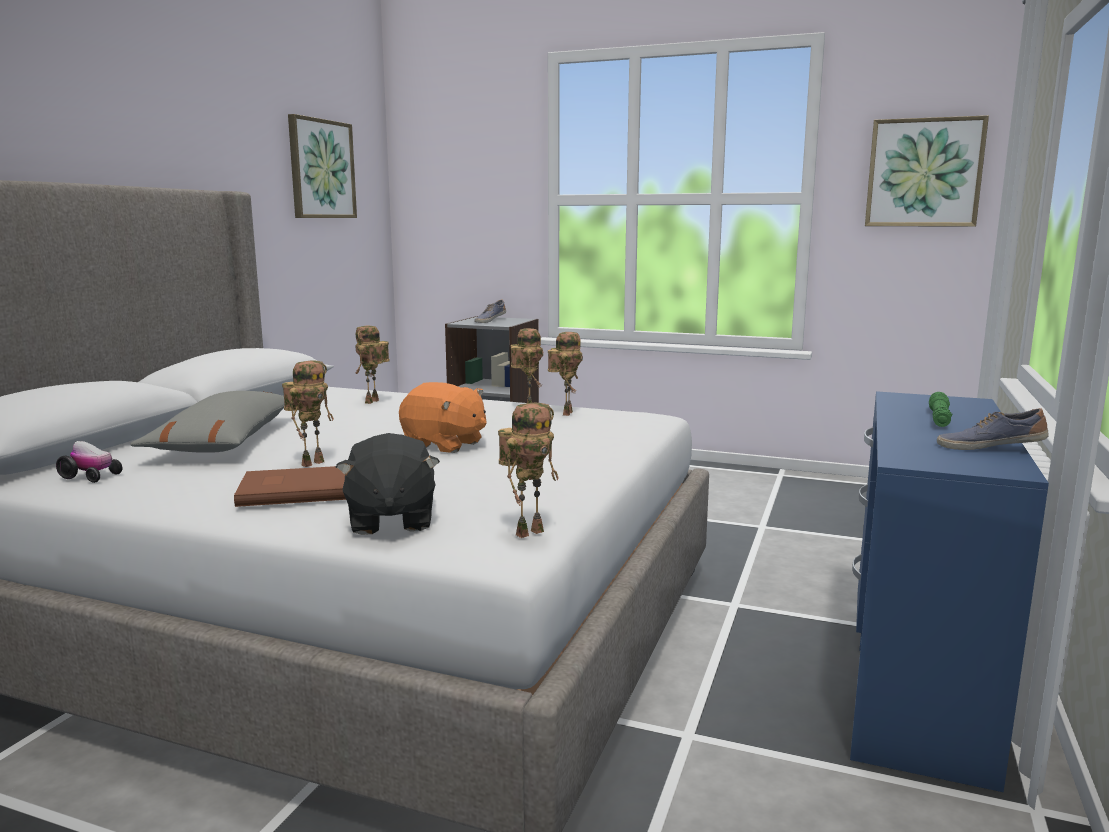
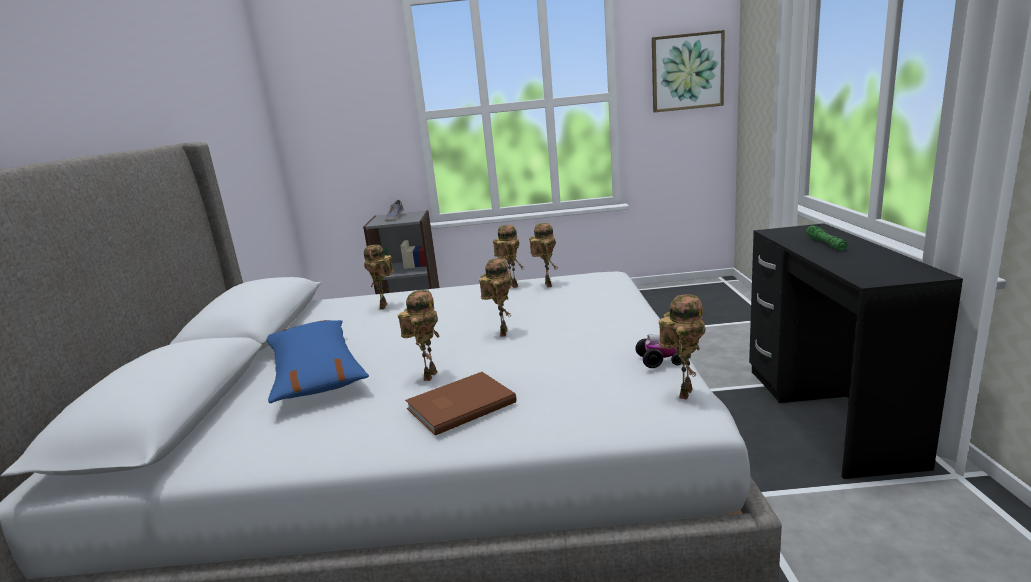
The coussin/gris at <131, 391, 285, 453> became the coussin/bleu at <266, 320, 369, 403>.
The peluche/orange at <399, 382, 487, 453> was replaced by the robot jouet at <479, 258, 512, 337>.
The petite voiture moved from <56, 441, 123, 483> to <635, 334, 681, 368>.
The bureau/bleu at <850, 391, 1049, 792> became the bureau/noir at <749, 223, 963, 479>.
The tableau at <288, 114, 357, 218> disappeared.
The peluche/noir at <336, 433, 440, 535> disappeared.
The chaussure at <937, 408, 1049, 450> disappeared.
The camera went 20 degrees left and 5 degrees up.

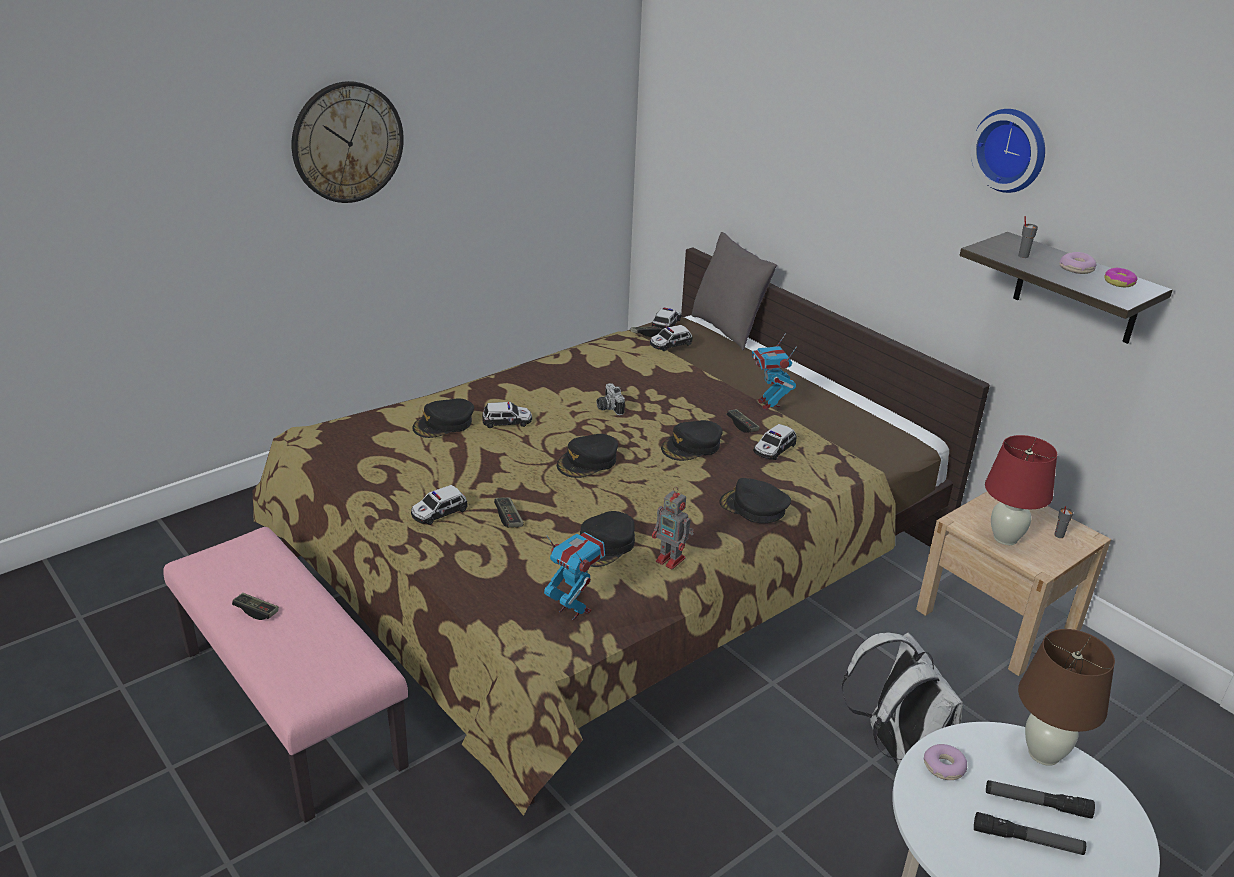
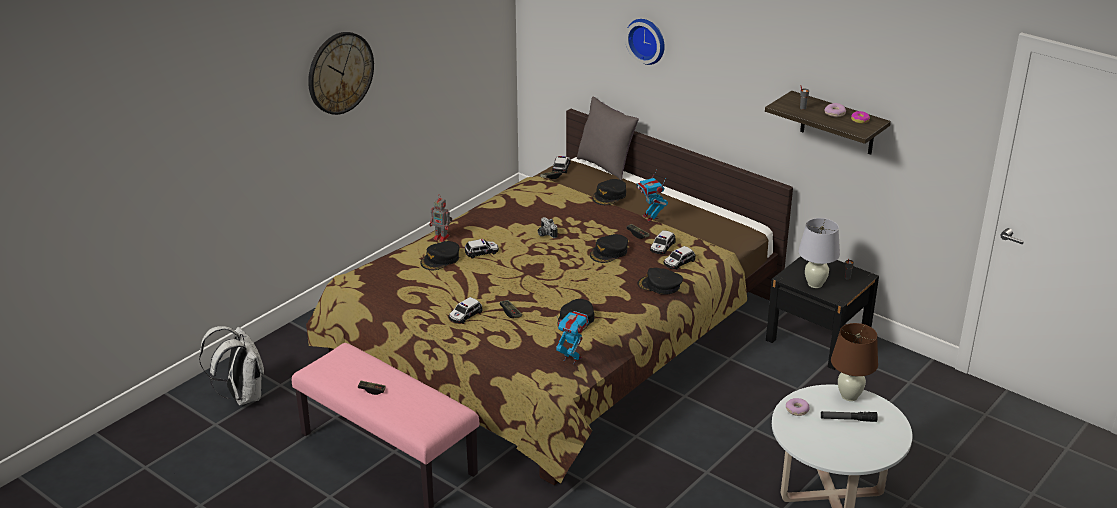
The sac à dos/blanc moved from <842, 632, 963, 765> to <199, 326, 264, 405>.
The robot jouet moved from <652, 487, 694, 569> to <429, 194, 452, 242>.
The casquette/noir moved from <557, 434, 618, 478> to <592, 179, 626, 205>.
The horloge murale moved from <971, 109, 1045, 193> to <625, 19, 665, 65>.
The petite voiture moved from <650, 325, 693, 351> to <663, 246, 695, 270>.
The table de chevet/beige at <916, 492, 1111, 676> became the table de chevet/noir at <766, 256, 879, 370>.
The lampe de table/rouge at <985, 435, 1057, 545> became the lampe de table/blanc at <798, 218, 840, 288>.
The lampe de poche at <974, 812, 1086, 855> disappeared.
The camera went 10 degrees left and 0 degrees up.

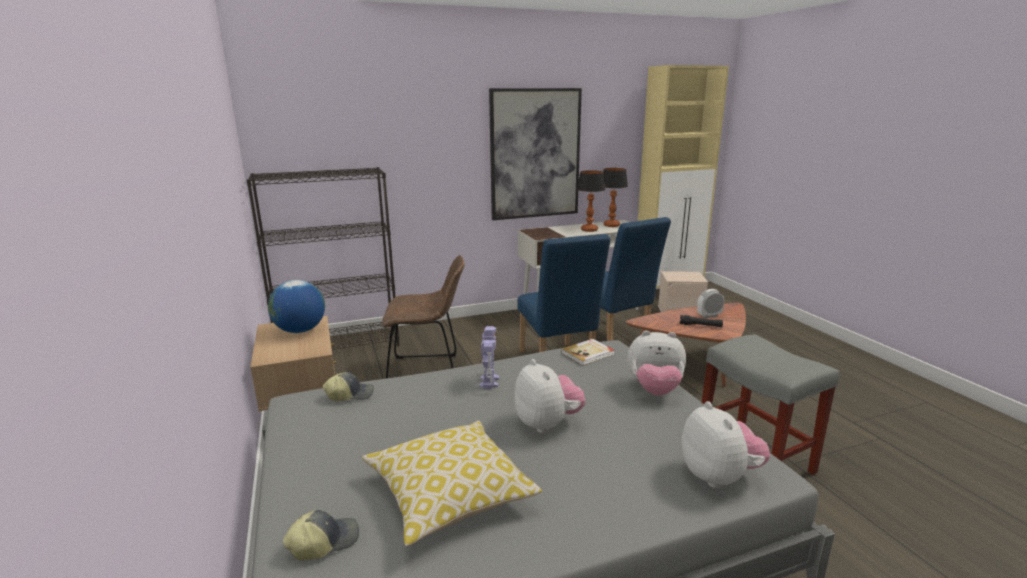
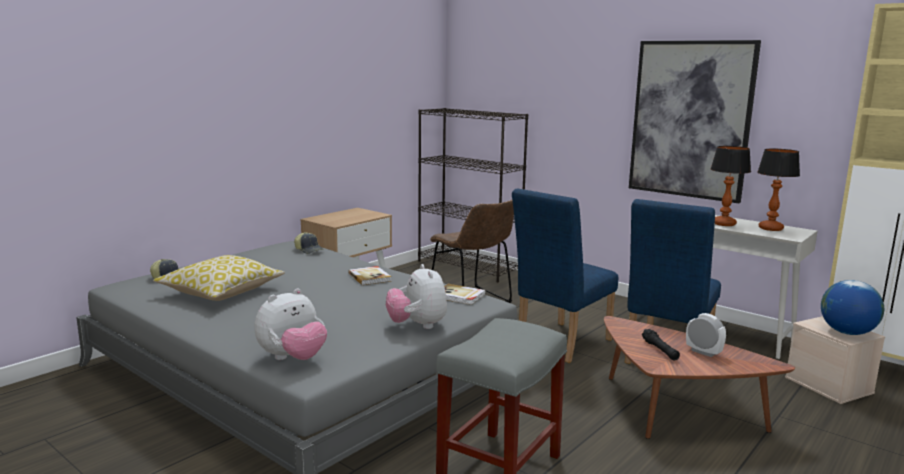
The robot jouet at <479, 326, 499, 389> was replaced by the livre at <348, 266, 392, 285>.
The globe moved from <268, 280, 325, 333> to <821, 280, 884, 335>.
The peluche at <515, 359, 585, 433> disappeared.
The camera went 60 degrees right and 5 degrees down.

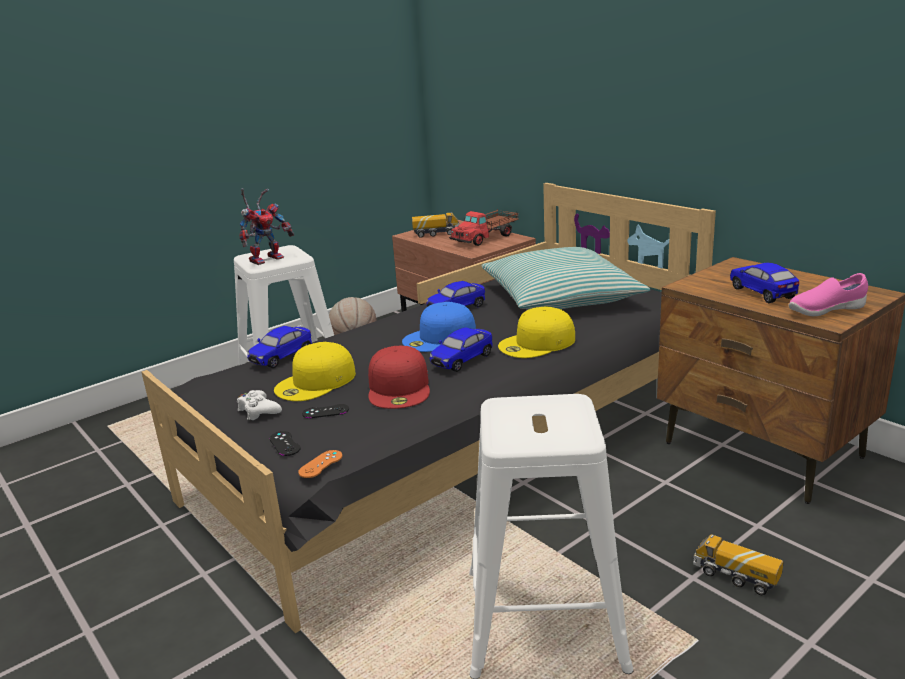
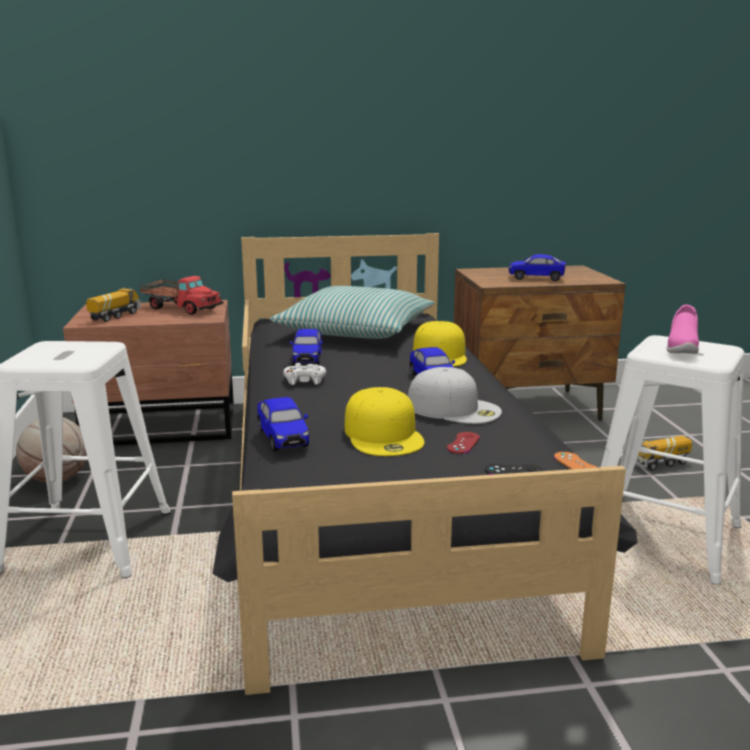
The camion jouet at <449, 210, 519, 246> turned 45 degrees counterclockwise.
The manette/blanc moved from <237, 390, 282, 420> to <283, 363, 326, 385>.
The casquette/rouge at <368, 346, 430, 409> became the casquette/blanc at <408, 367, 502, 424>.
The manette/noir at <302, 404, 349, 418> became the manette/rouge at <447, 432, 480, 454>.
The chaussure/rose moved from <788, 273, 868, 316> to <666, 305, 699, 354>.
The robot jouet at <240, 188, 294, 265> disappeared.
The casquette/bleu at <402, 302, 476, 352> disappeared.
The camera went 60 degrees left and 5 degrees down.

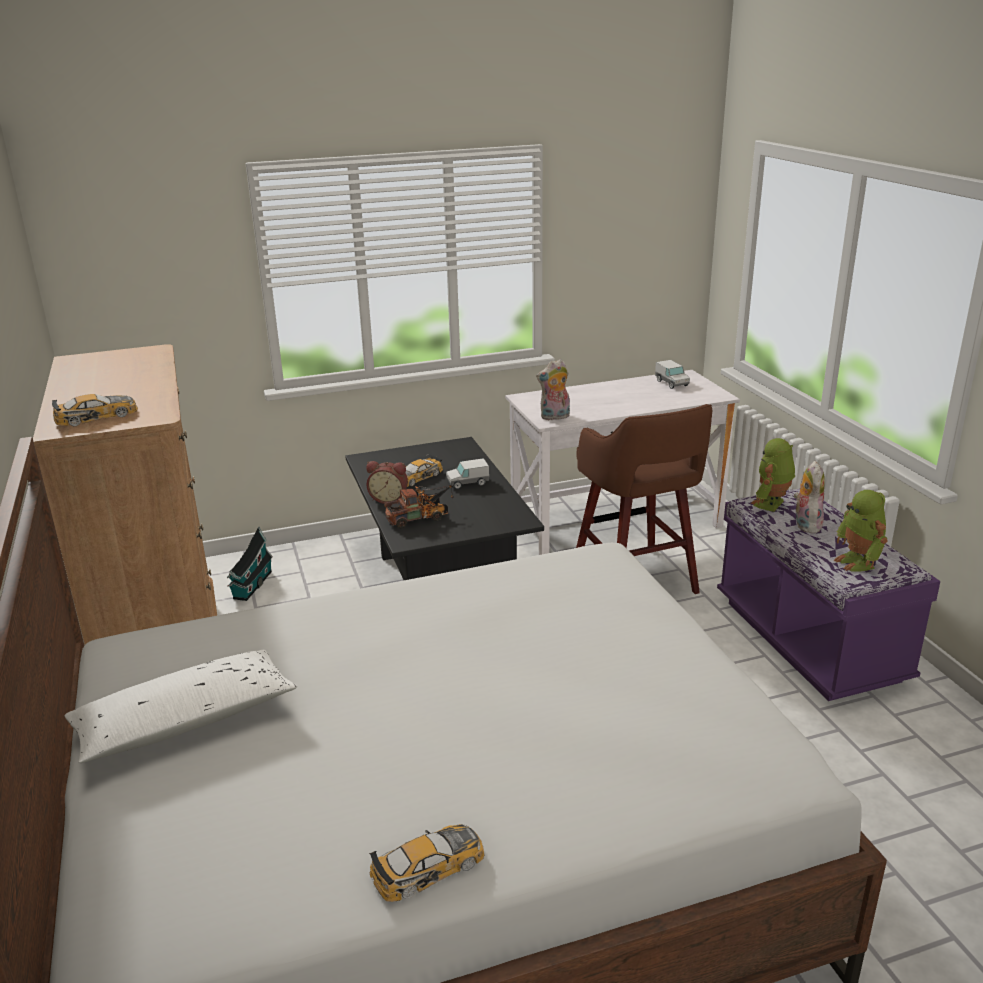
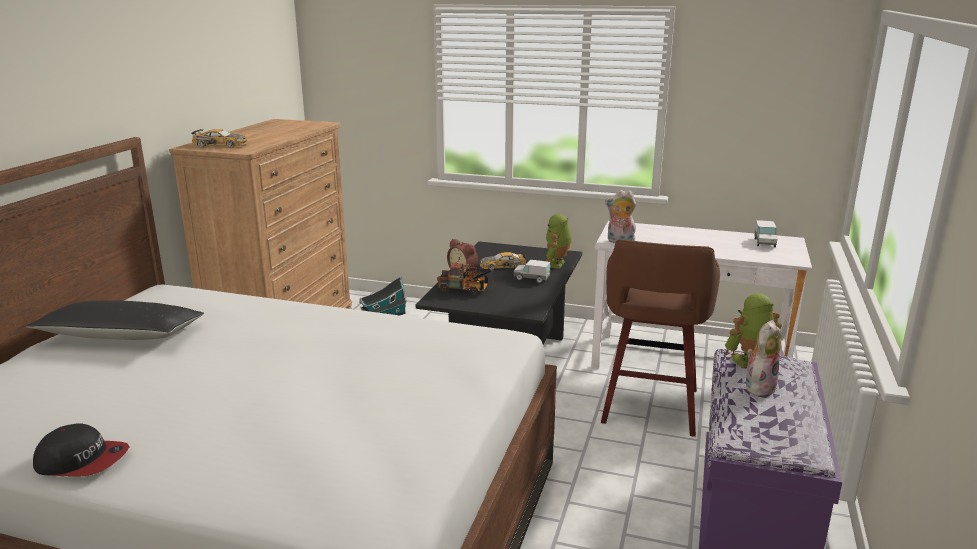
The coussin/blanc at <65, 650, 297, 763> became the coussin/noir at <26, 300, 204, 340>.
The petite voiture at <369, 824, 484, 902> was replaced by the casquette at <33, 423, 129, 477>.
The robot jouet moved from <834, 490, 887, 572> to <546, 214, 572, 269>.
The camera went 35 degrees right and 5 degrees down.

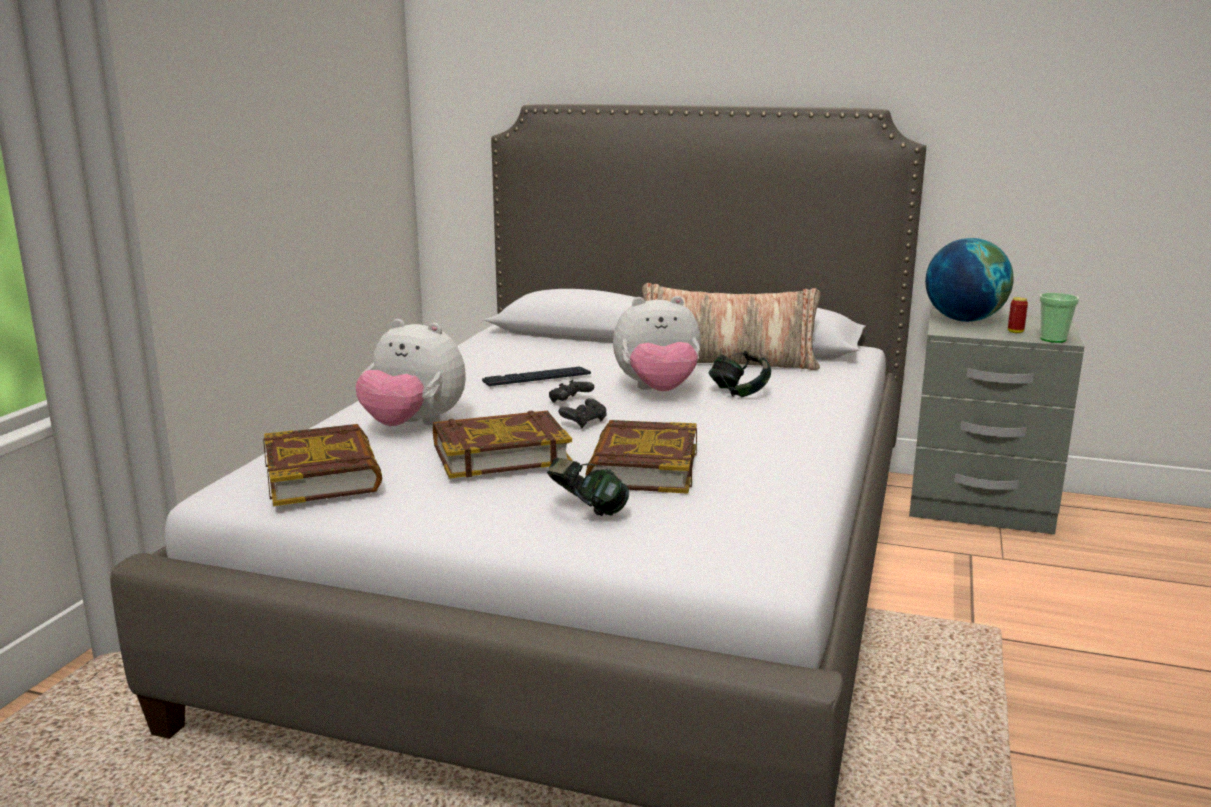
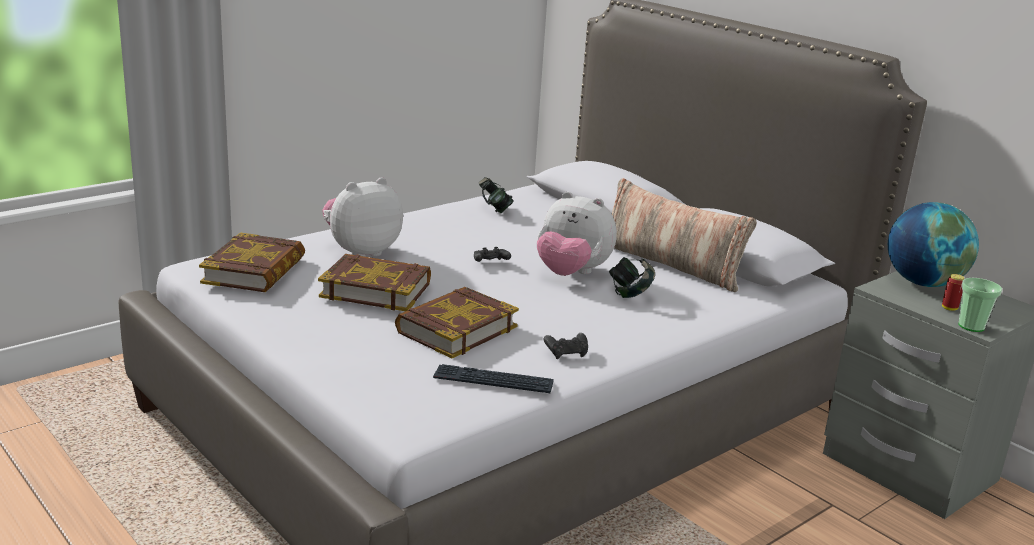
The peluche at <356, 319, 466, 426> turned 90 degrees clockwise.
The clavier moved from <482, 367, 591, 386> to <433, 364, 554, 393>.
The casque audio moved from <547, 458, 629, 516> to <479, 177, 513, 213>.
The manette/noir moved from <559, 398, 607, 428> to <544, 333, 588, 359>.
The camera went 30 degrees right and 5 degrees up.

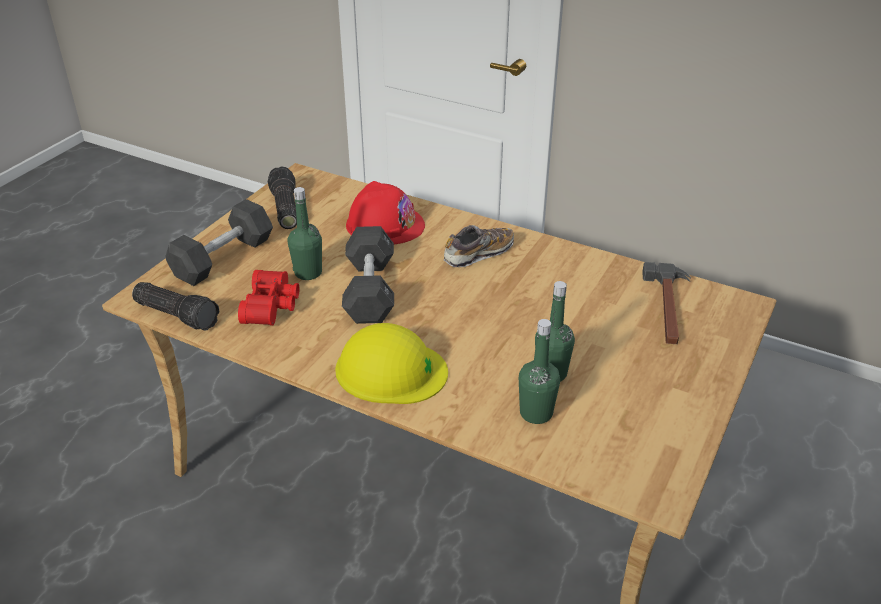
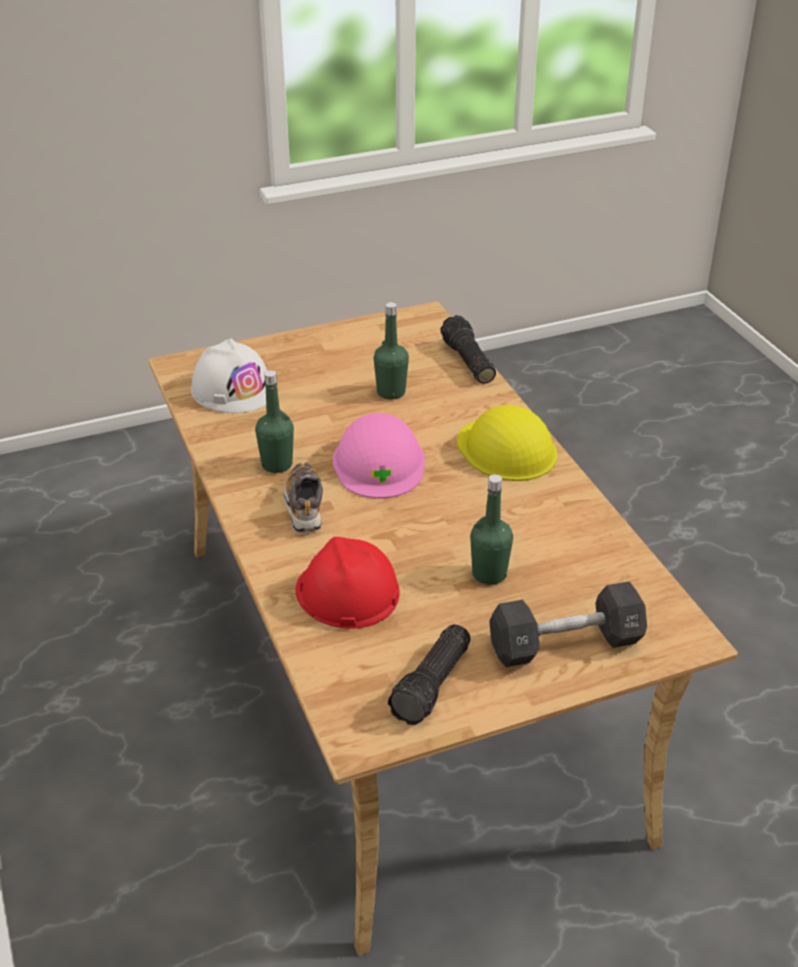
The marteau at <642, 262, 691, 344> was replaced by the casque de chantier/blanc at <191, 338, 267, 413>.
The bouteille/vert moved from <519, 319, 560, 424> to <255, 370, 294, 473>.
The chaussure at <444, 225, 514, 267> turned 75 degrees clockwise.
The casque de chantier/rose at <333, 413, 425, 499> appeared.
The lampe de poche moved from <132, 282, 219, 331> to <440, 315, 496, 384>.
The jumelles/rouge at <238, 270, 299, 326> disappeared.
The haltère/noir at <342, 226, 394, 324> disappeared.
The camera went 140 degrees left and 0 degrees up.

